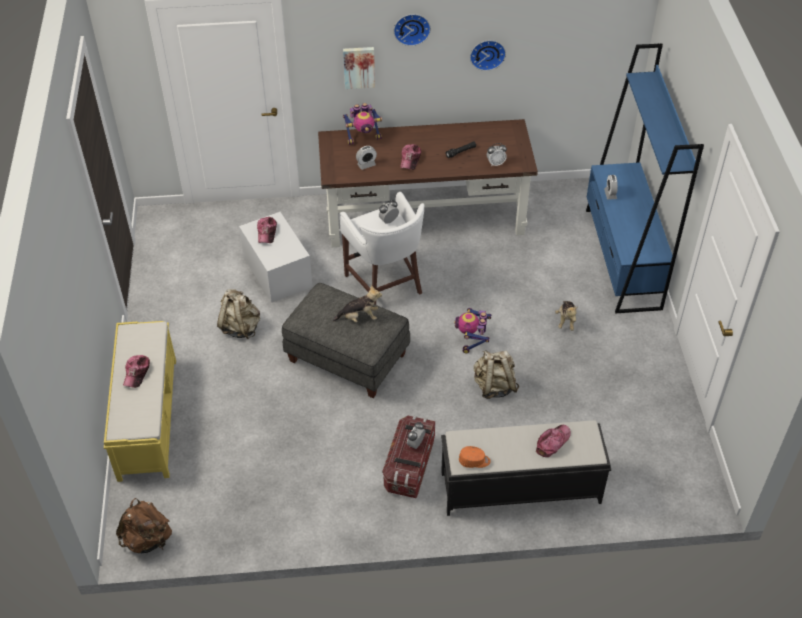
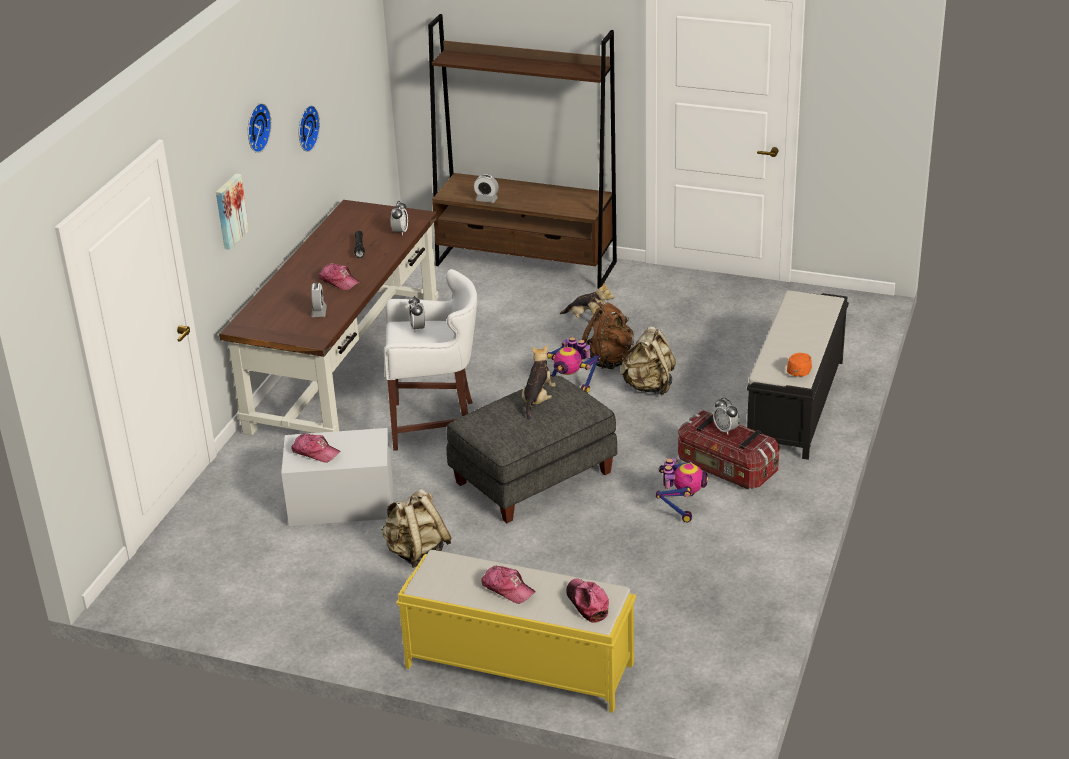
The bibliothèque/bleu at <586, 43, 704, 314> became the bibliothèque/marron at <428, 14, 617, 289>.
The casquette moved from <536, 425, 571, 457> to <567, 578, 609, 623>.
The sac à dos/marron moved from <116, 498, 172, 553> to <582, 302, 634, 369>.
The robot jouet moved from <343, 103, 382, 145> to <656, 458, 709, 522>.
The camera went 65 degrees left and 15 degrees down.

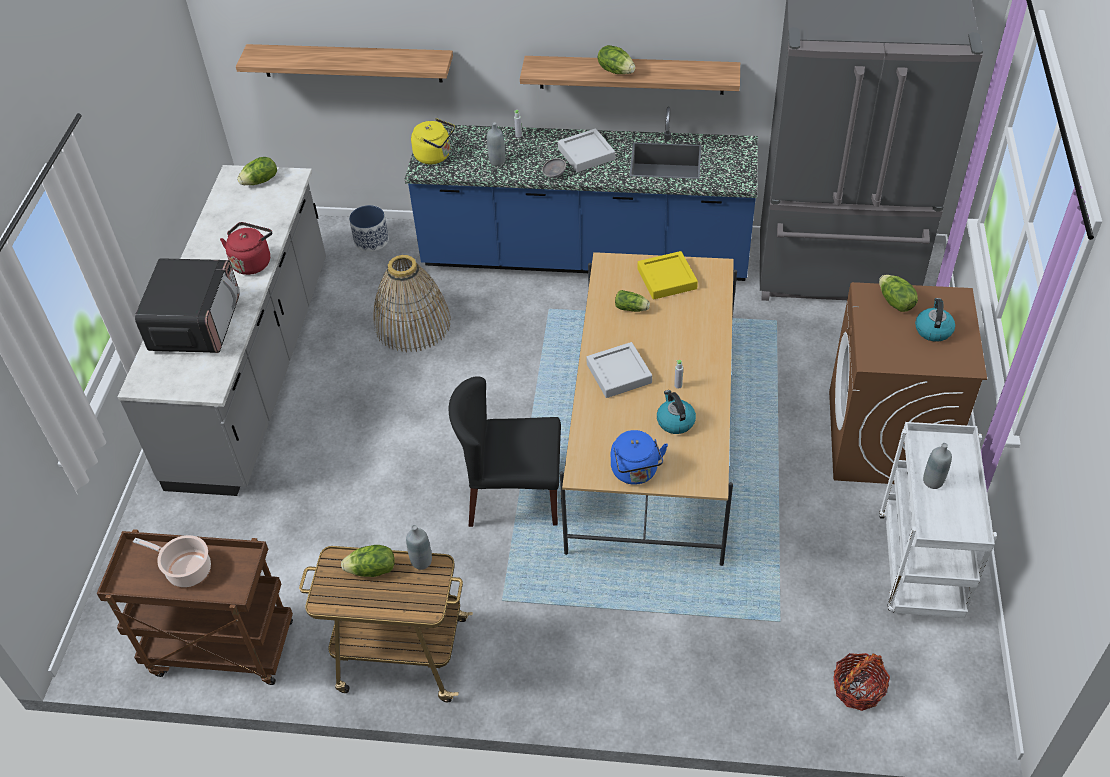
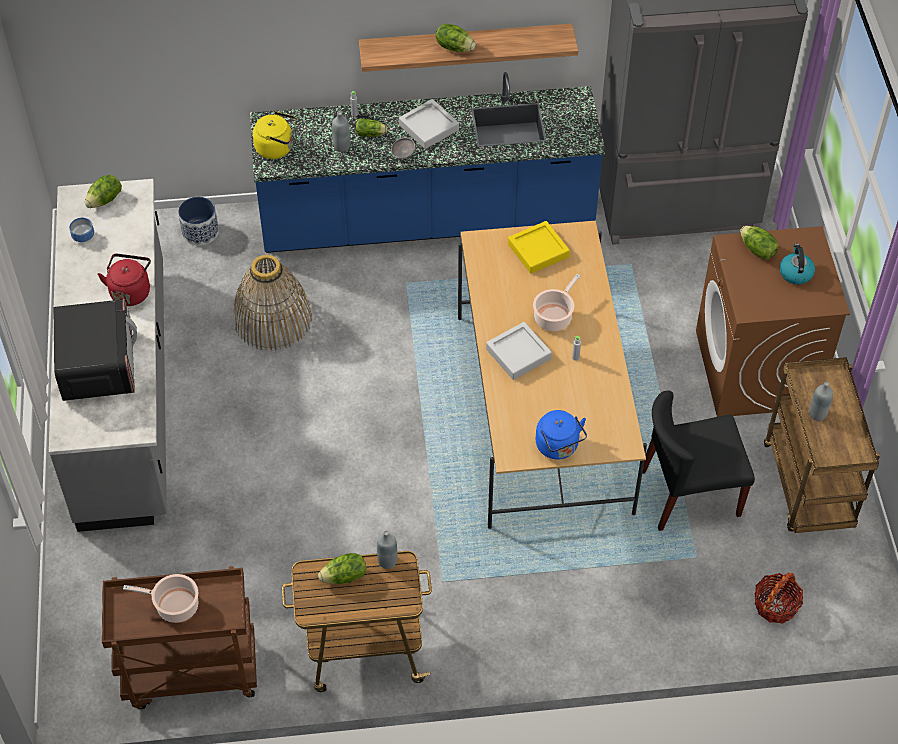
The bol at <69, 218, 94, 242> appeared.
The laitue moved from <615, 290, 650, 312> to <356, 118, 387, 137>.
The marmite at <533, 274, 580, 331> appeared.
The chaise/noir moved from <448, 376, 561, 527> to <642, 391, 755, 531>.
The chariot/blanc at <879, 422, 997, 618> became the chariot/marron at <764, 357, 880, 533>.
The étagère at <236, 44, 453, 82> disappeared.
The bouilloire at <657, 390, 696, 434> disappeared.
The camera went 15 degrees left and 5 degrees up.

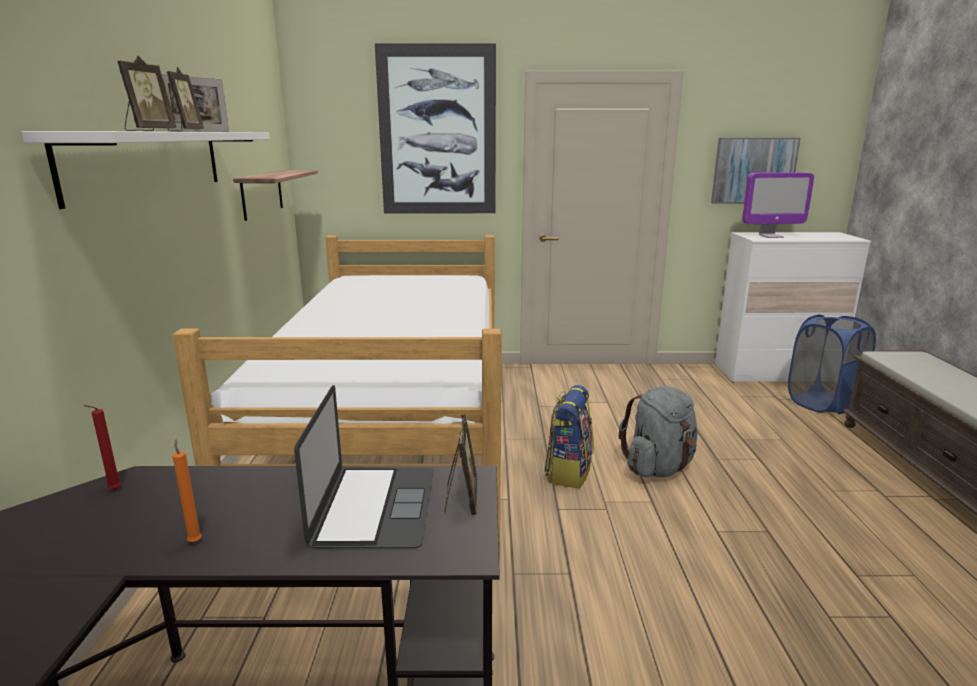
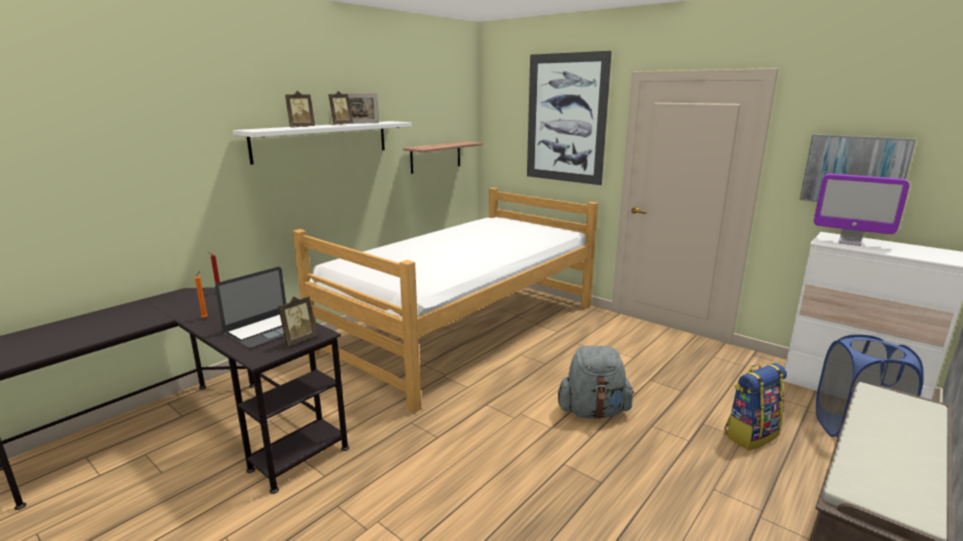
The sac à dos moved from <544, 385, 594, 488> to <724, 363, 787, 450>.
The camera went 40 degrees right and 0 degrees up.

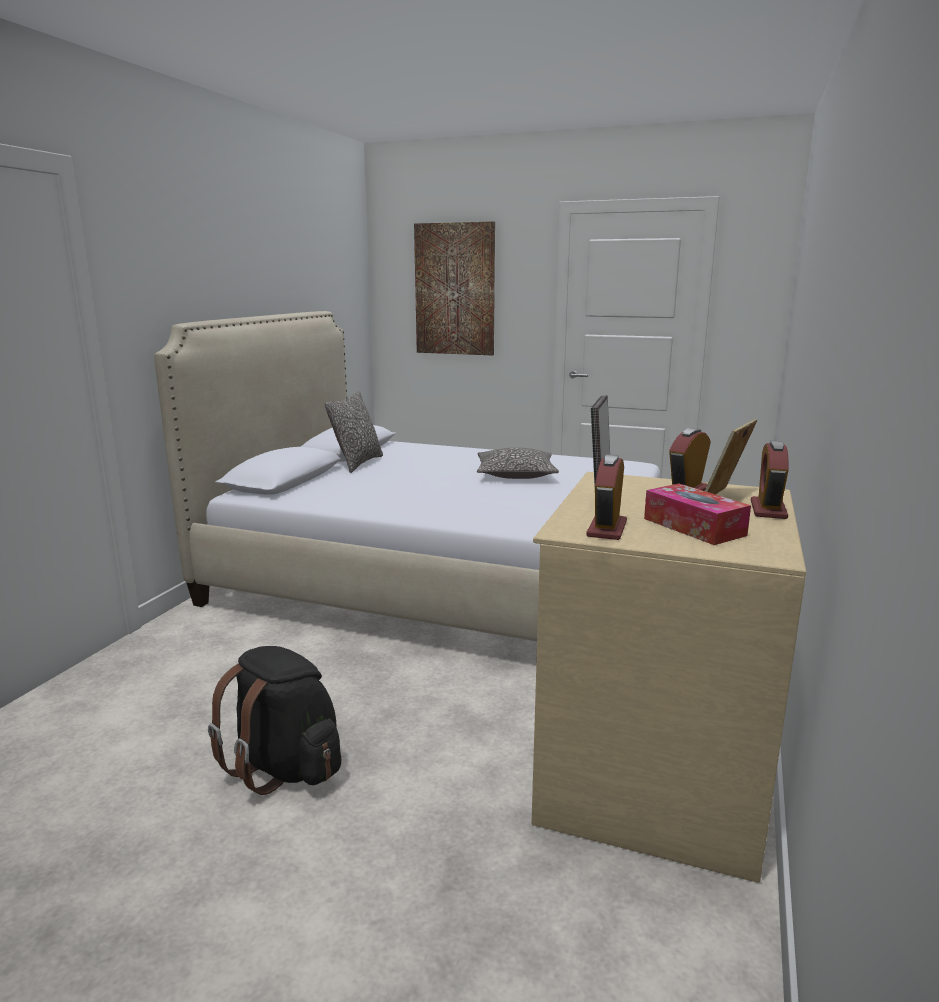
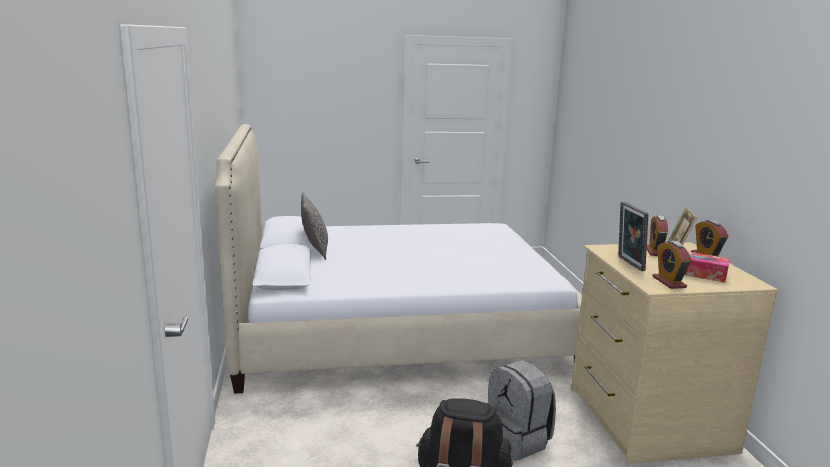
The sac à dos/gris at <487, 360, 556, 460> appeared.
The tableau at <414, 222, 495, 356> disappeared.
The coussin at <477, 447, 559, 479> disappeared.
The camera went 30 degrees left and 0 degrees up.

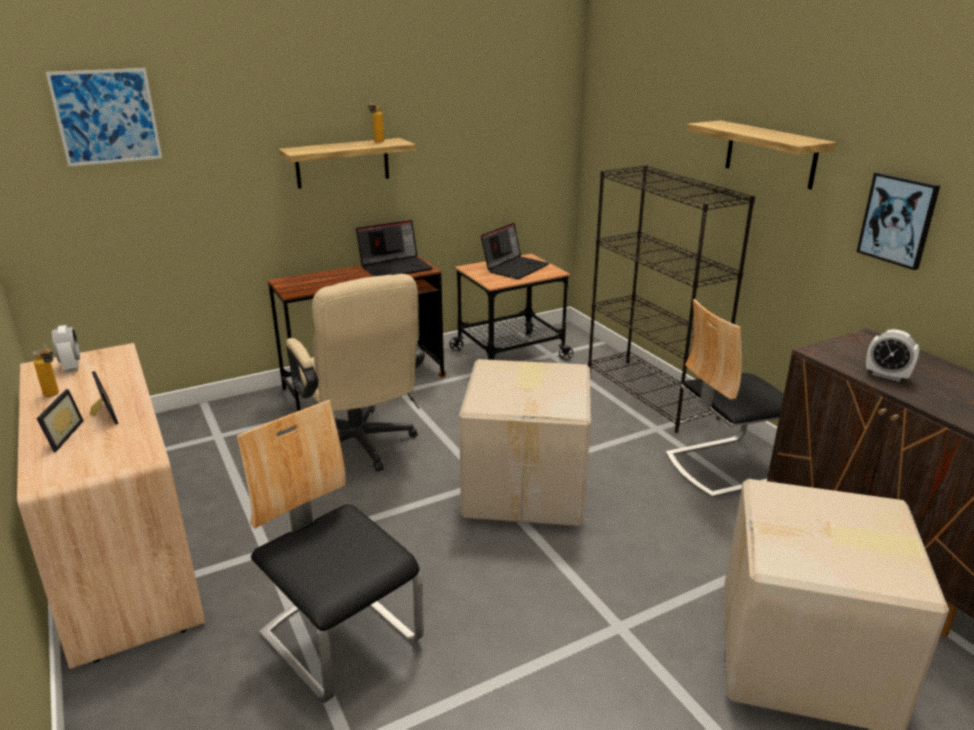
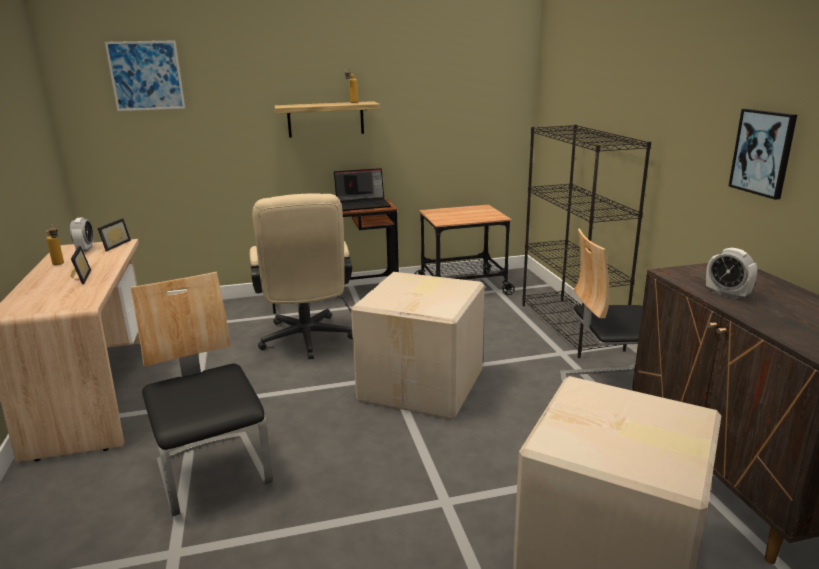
The cadre photo moved from <37, 389, 84, 452> to <97, 218, 131, 251>.
The ordinateur portable at <481, 223, 549, 279> disappeared.
The étagère at <686, 120, 837, 189> disappeared.
The camera went 15 degrees right and 5 degrees down.

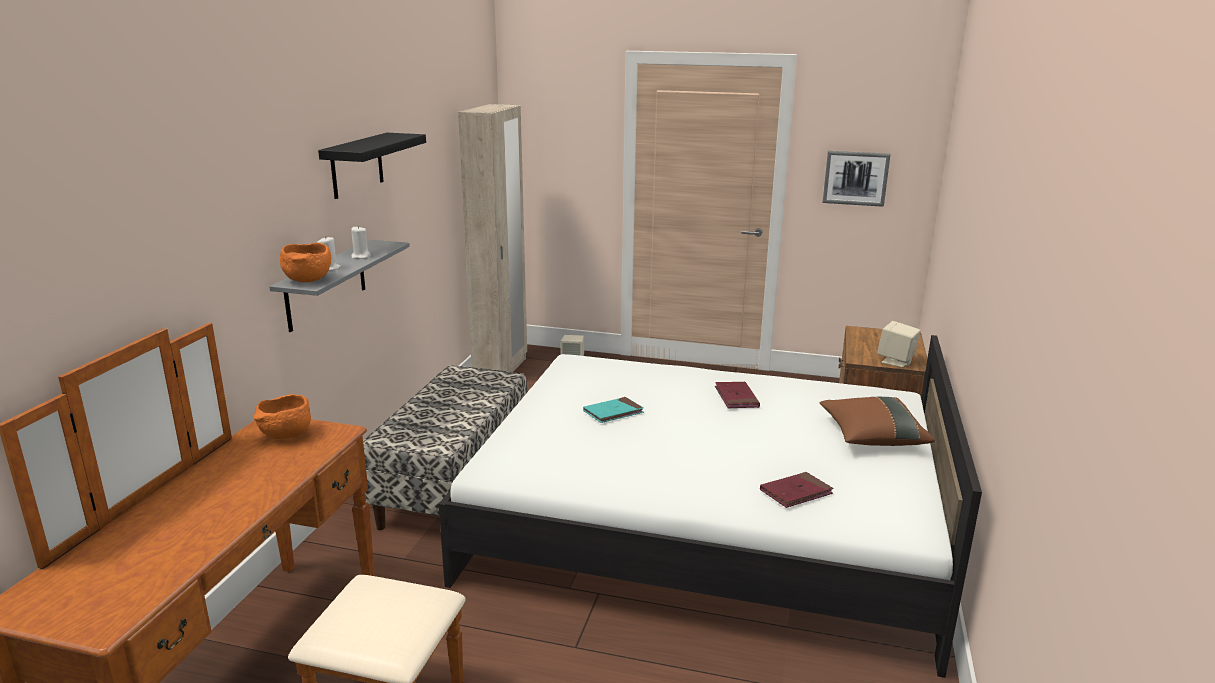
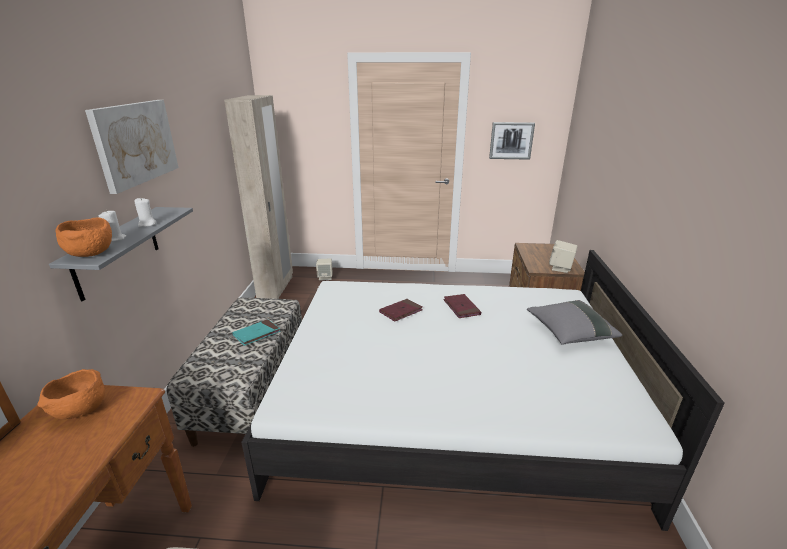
The étagère/noir at <318, 133, 426, 199> was replaced by the tableau at <85, 100, 179, 194>.
The livre/turquoise moved from <583, 397, 644, 423> to <232, 319, 280, 346>.
The livre/rouge moved from <760, 472, 834, 508> to <379, 299, 423, 322>.
The coussin/marron at <819, 397, 935, 446> became the coussin/gris at <527, 300, 622, 345>.
The camera went 10 degrees left and 5 degrees up.

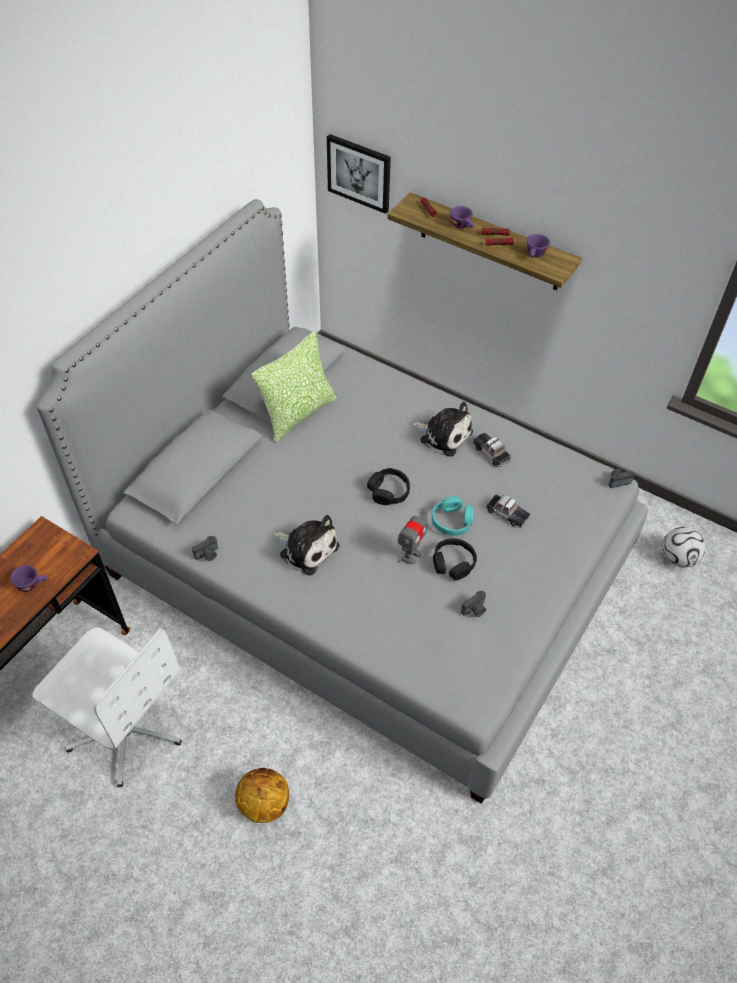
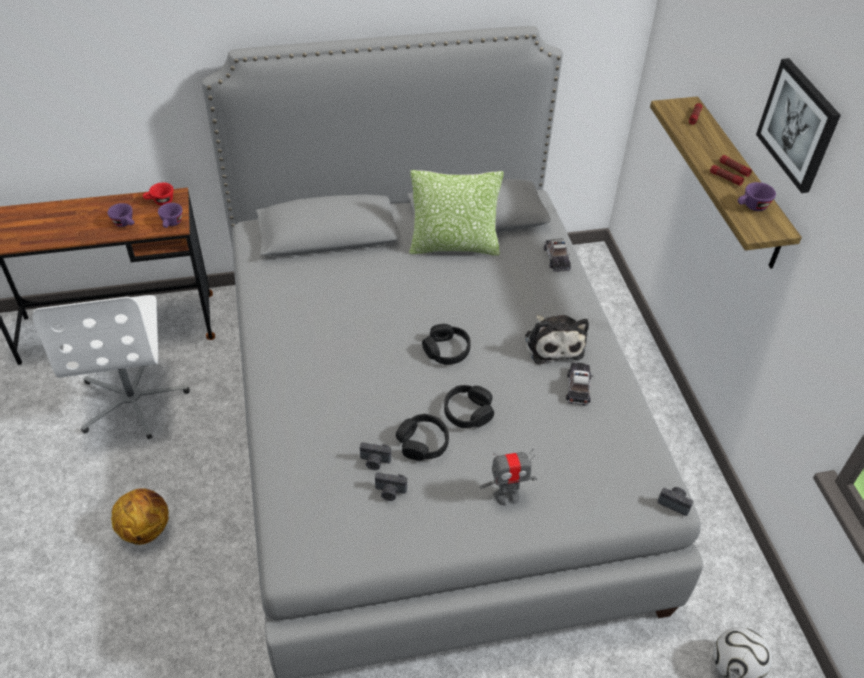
The tasse/rouge at <143, 183, 173, 205> appeared.
The tasse/violet moved from <450, 206, 474, 229> to <158, 203, 182, 228>.
The appareil photo moved from <192, 536, 218, 561> to <360, 442, 391, 470>.
The casque audio/turquoise at <432, 496, 474, 536> became the casque audio/noir at <444, 385, 494, 428>.
The robot jouet moved from <397, 508, 427, 565> to <480, 449, 537, 506>.
The petite voiture moved from <486, 494, 530, 528> to <544, 238, 571, 272>.
The tableau moved from <327, 134, 391, 214> to <756, 58, 841, 193>.
The peluche at <274, 515, 339, 576> disappeared.
The camera went 45 degrees right and 5 degrees down.

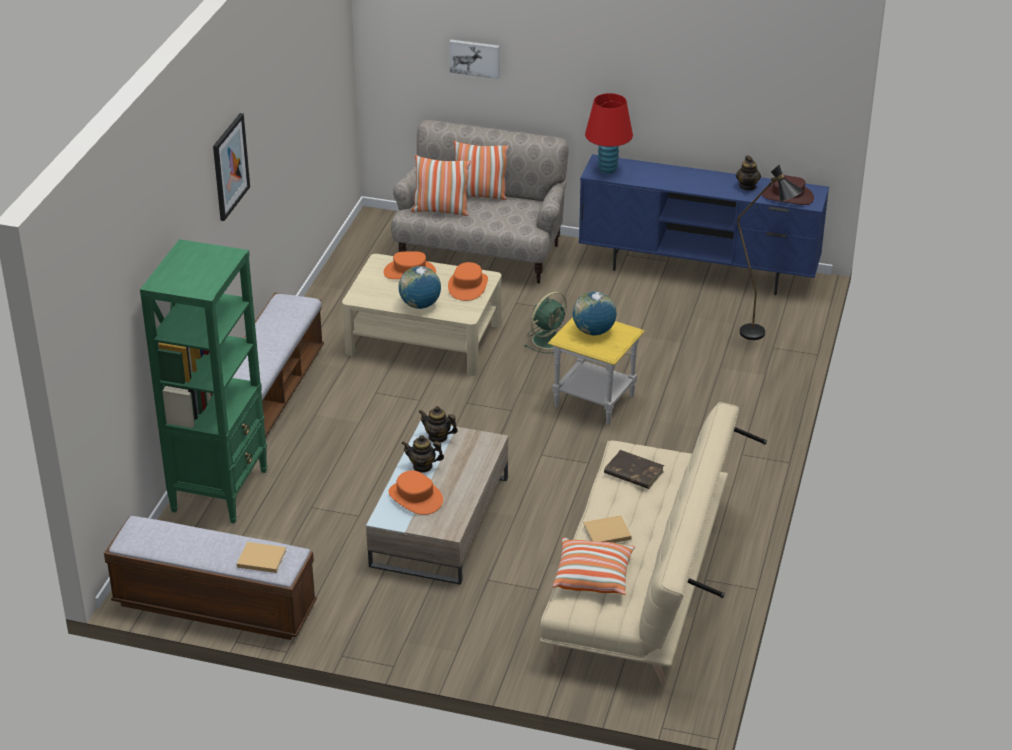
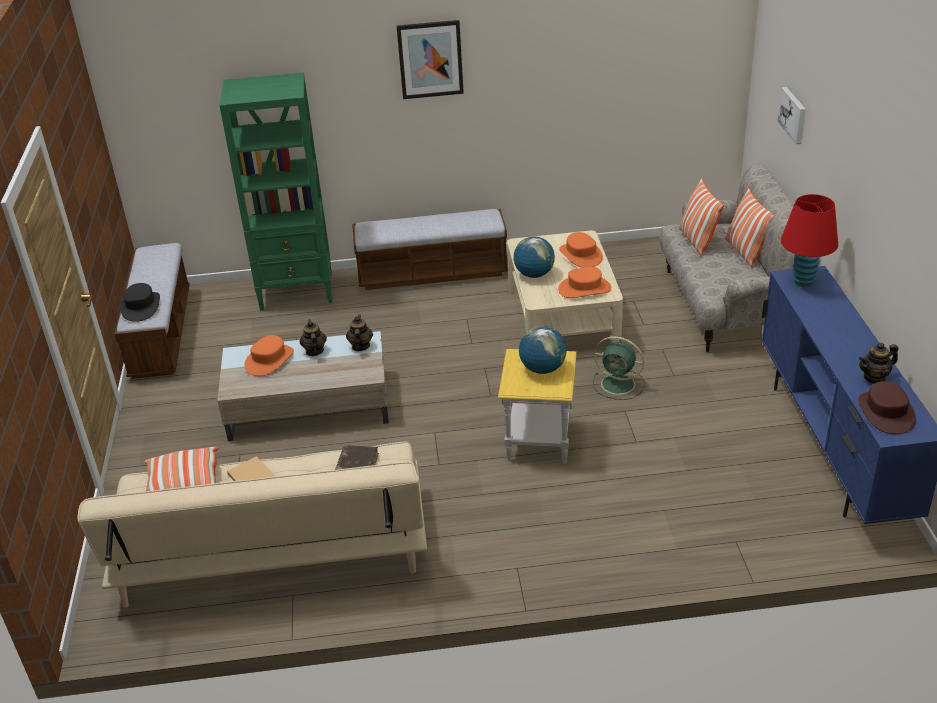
The livre/beige at <237, 542, 286, 573> was replaced by the chapeau/noir at <120, 283, 160, 322>.
The lampadaire/noir at <737, 165, 804, 340> disappeared.
The camera went 70 degrees right and 0 degrees up.

